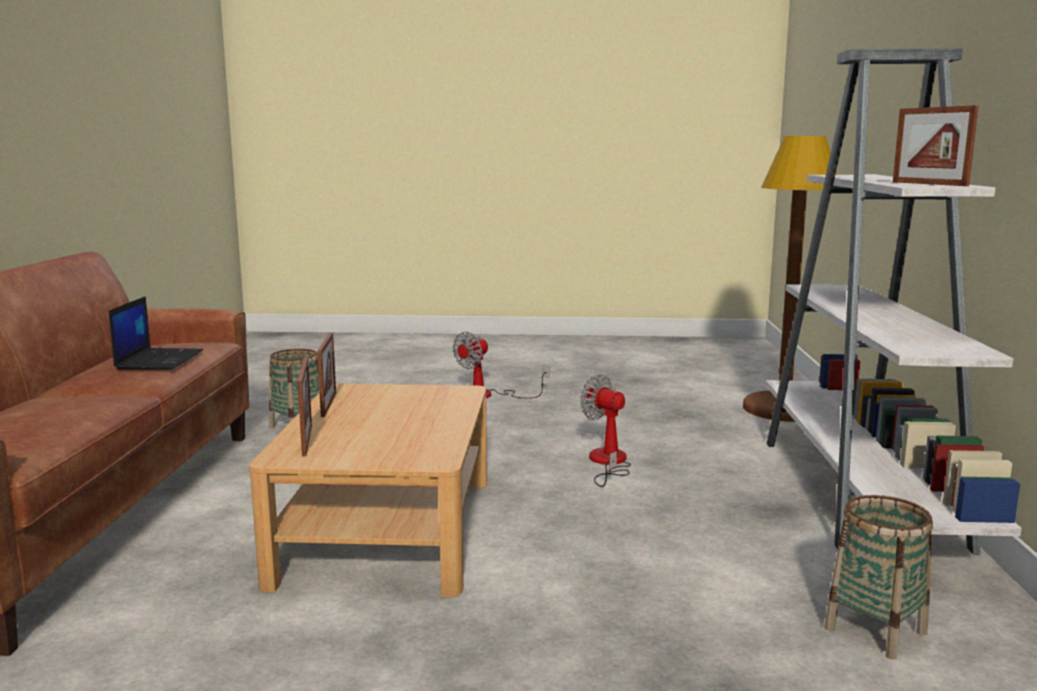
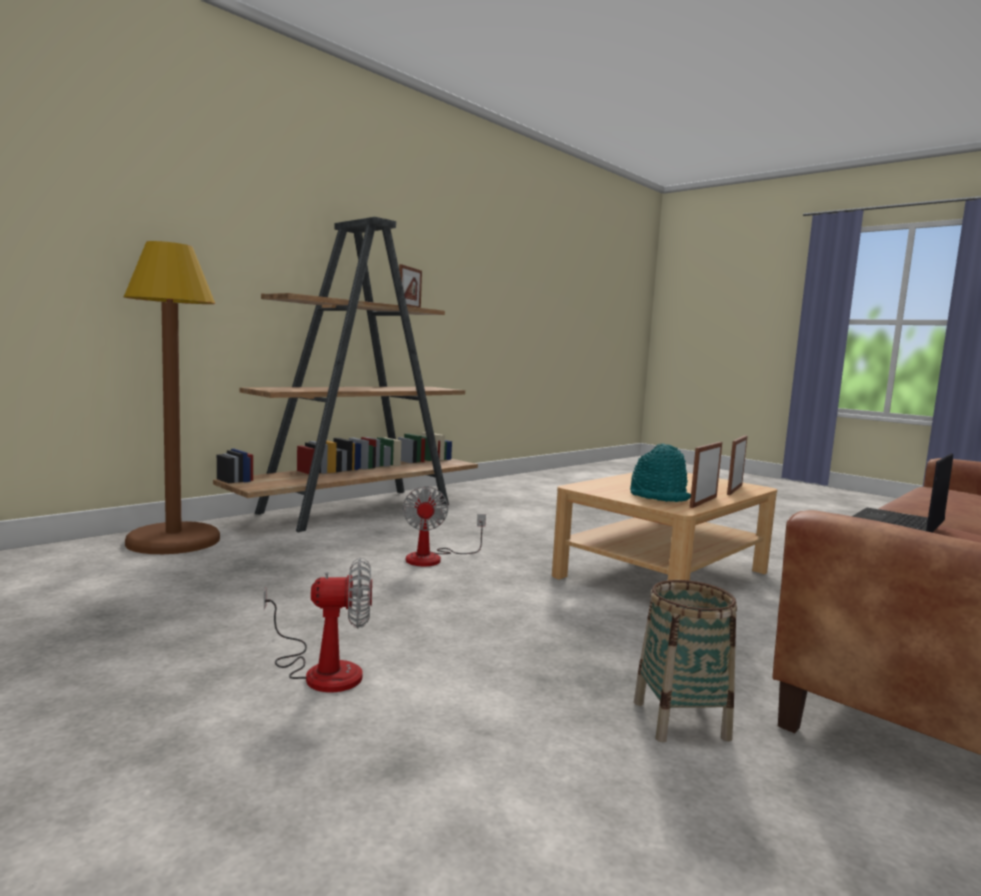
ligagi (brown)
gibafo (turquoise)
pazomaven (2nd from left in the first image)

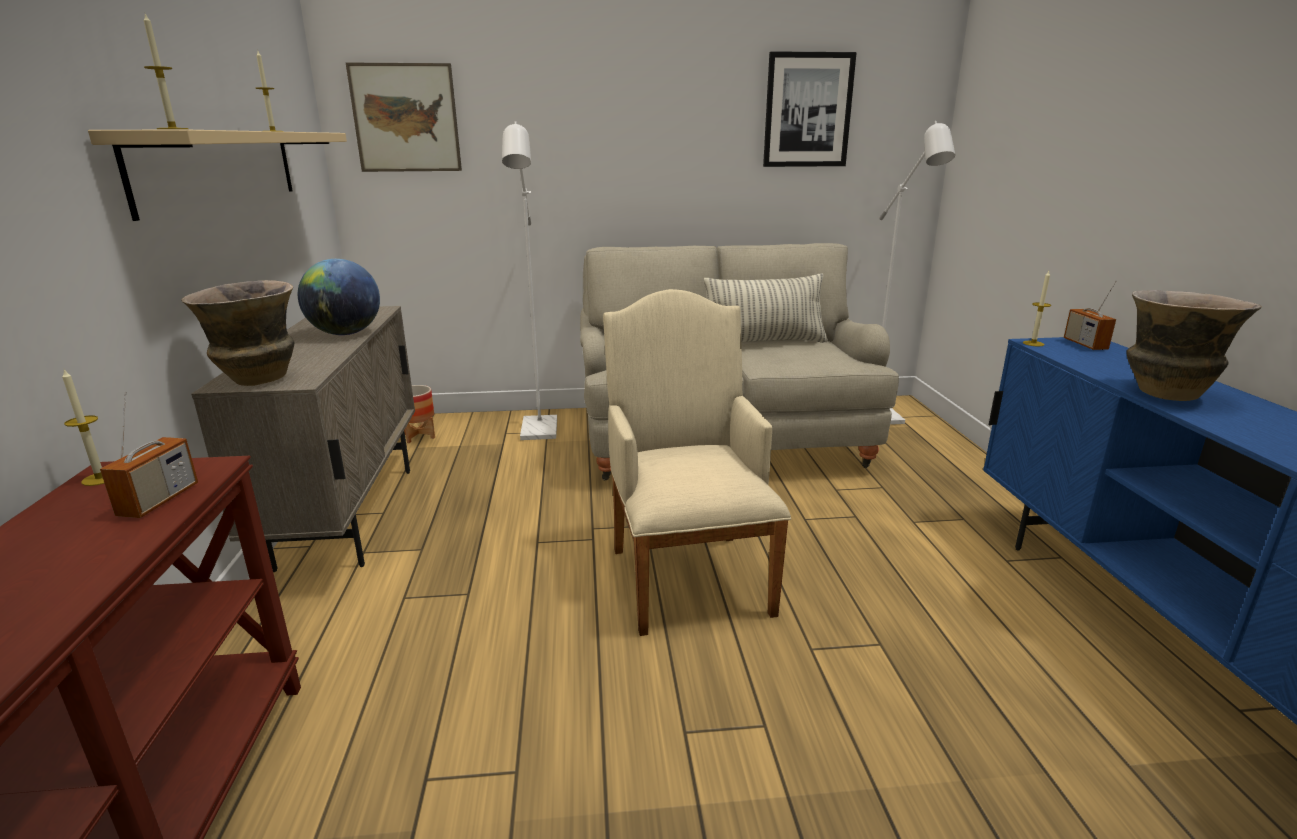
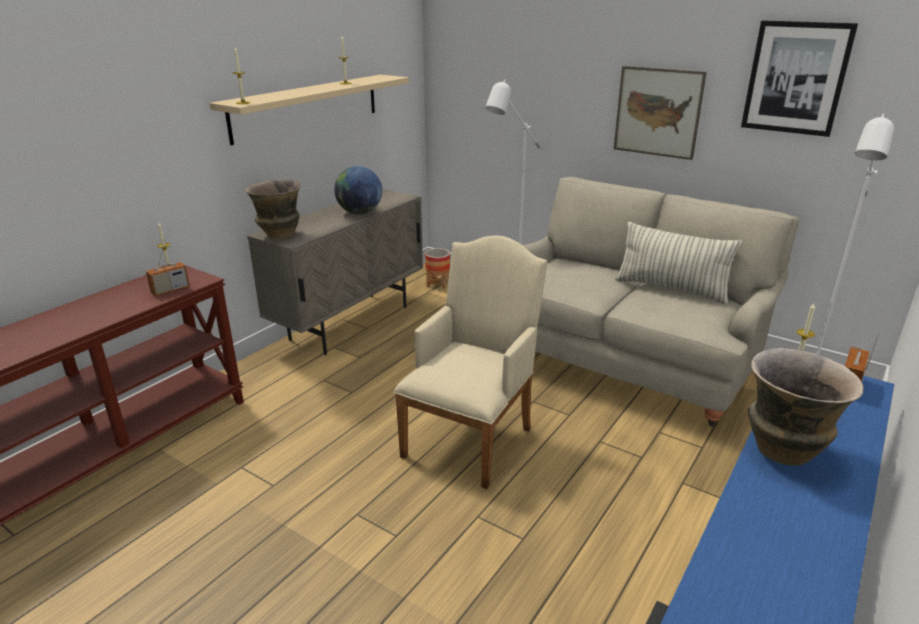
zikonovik (1st from left)

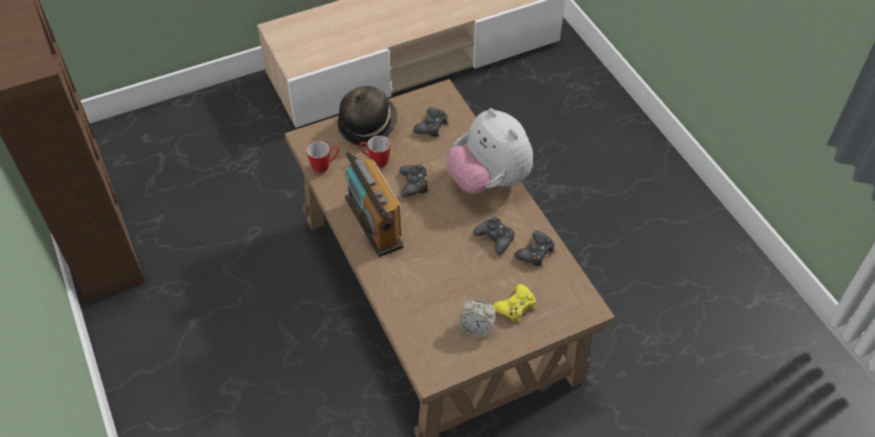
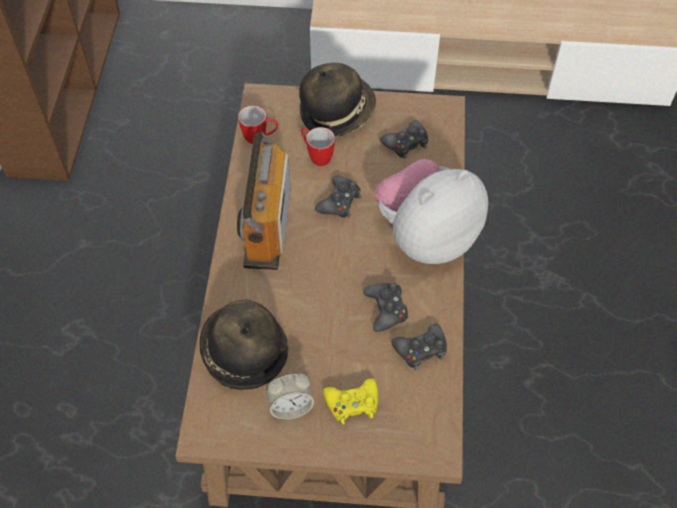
gibafo (1st from left)
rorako
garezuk

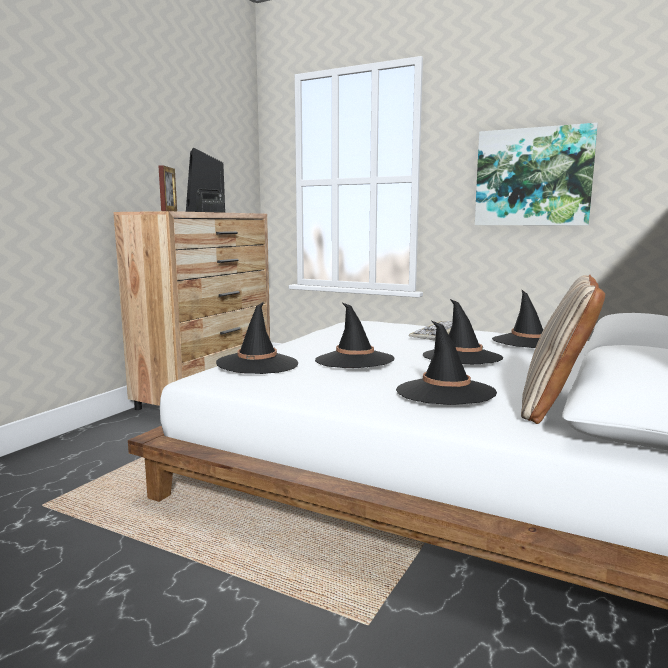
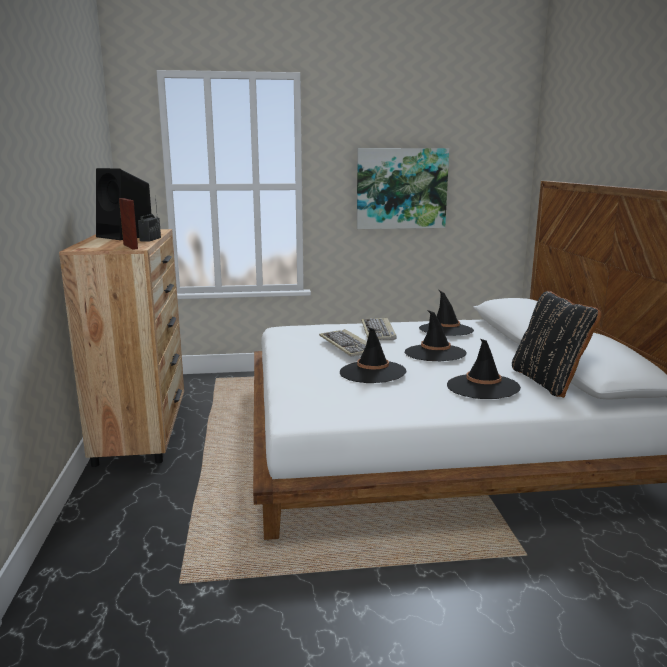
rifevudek (1st from left)
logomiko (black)
gibafo (black) (1st from left in the first image)

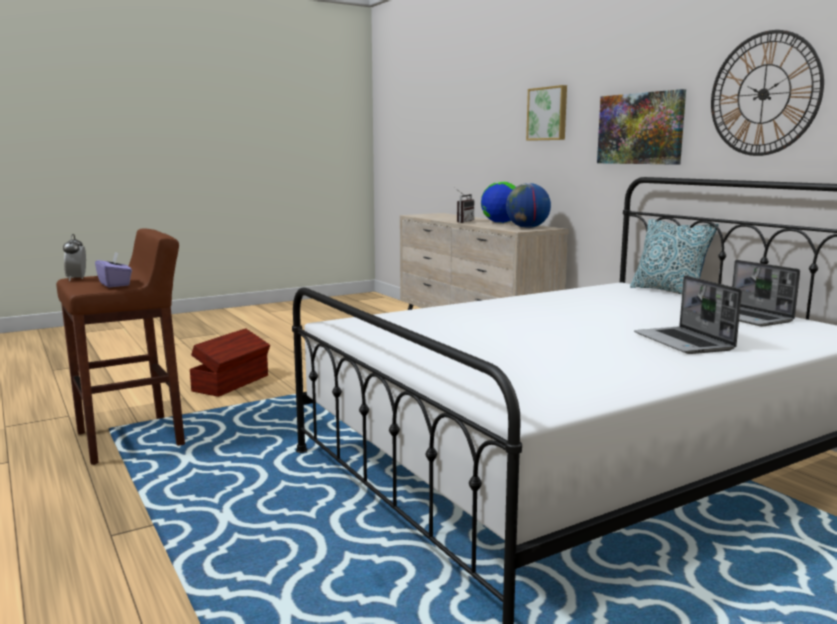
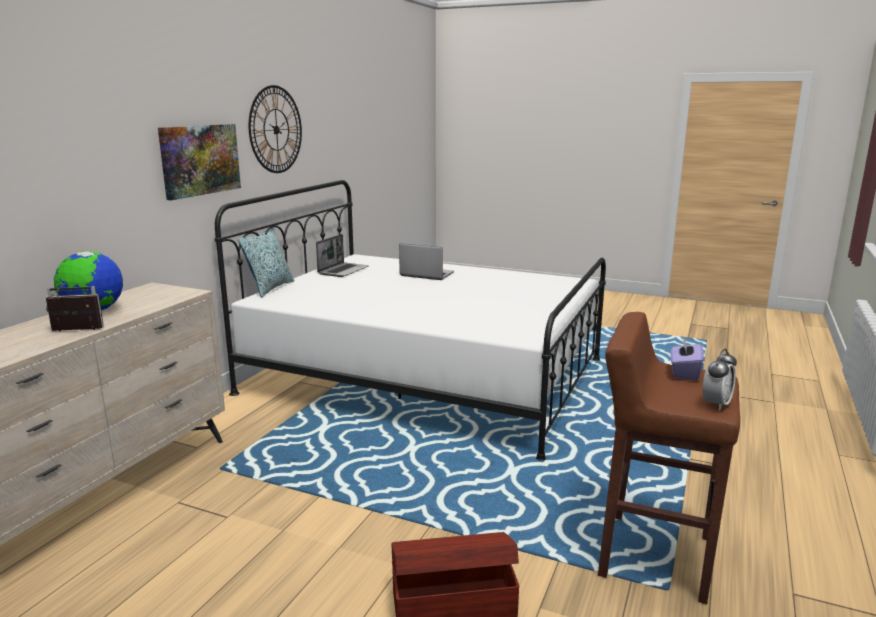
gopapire (2nd from left)
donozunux (2nd from left in the first image)
zikonovik (1st from left in the first image)

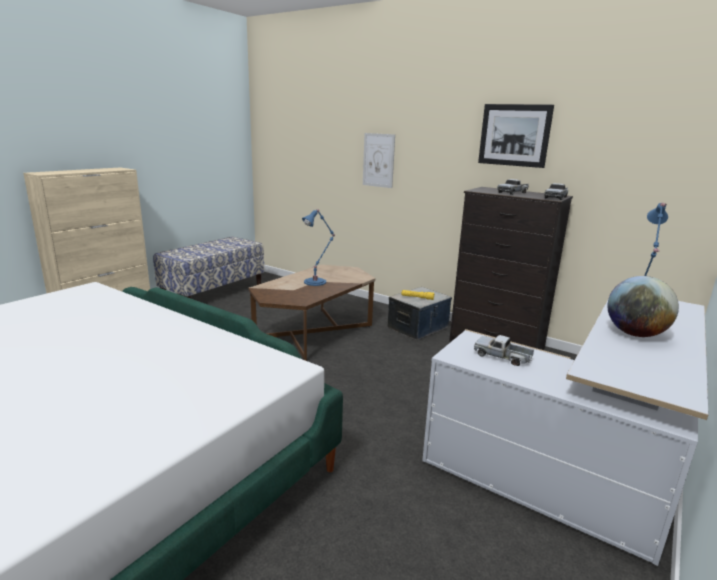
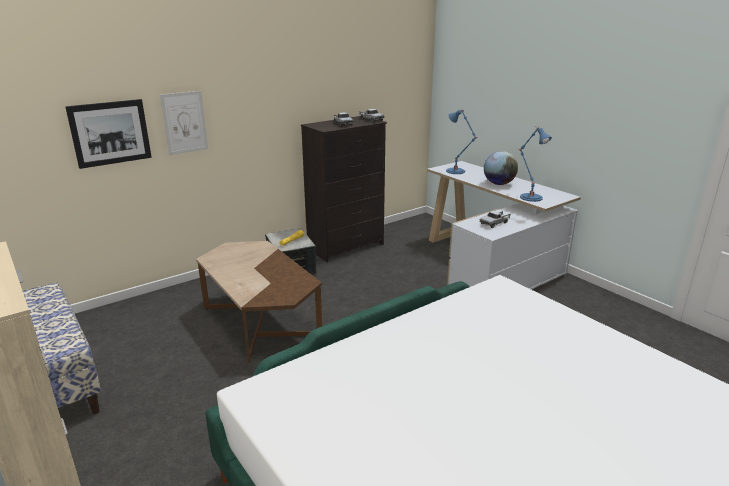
zikonovik (1st from left)
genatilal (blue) (2nd from left)

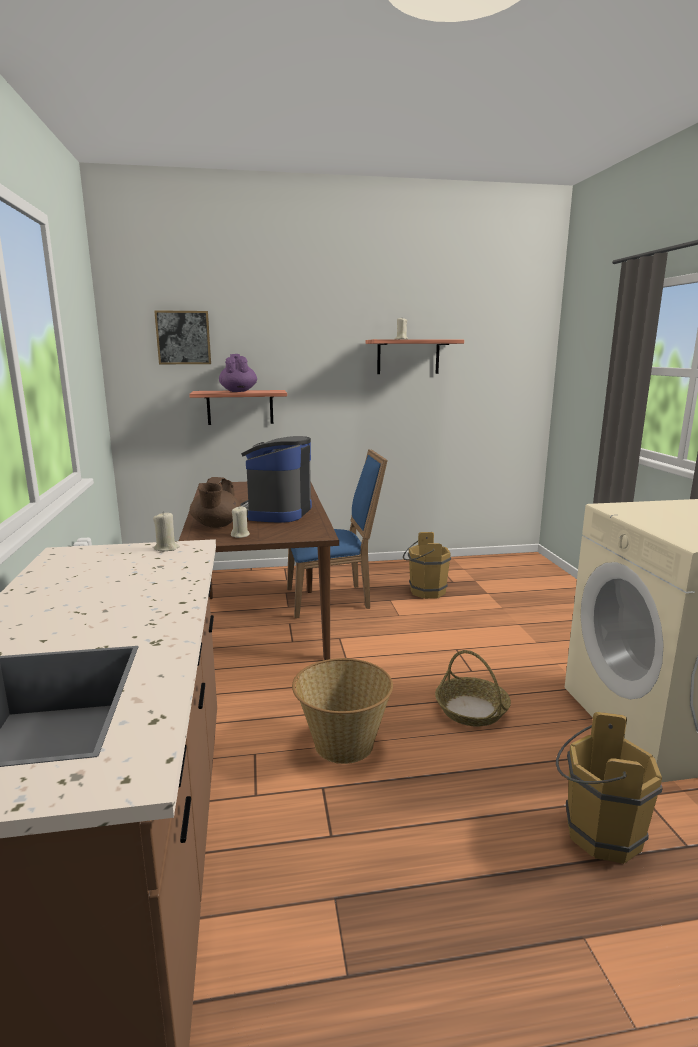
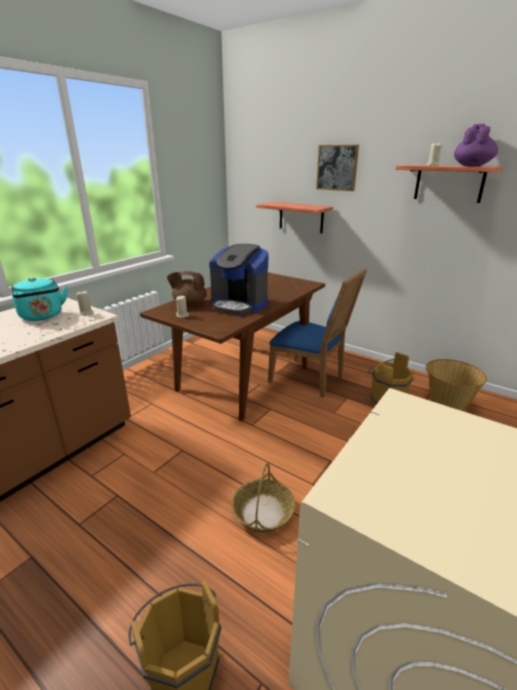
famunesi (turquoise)
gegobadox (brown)
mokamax
zikonovik
pazomaven (2nd from left)
gegobadox (purple)

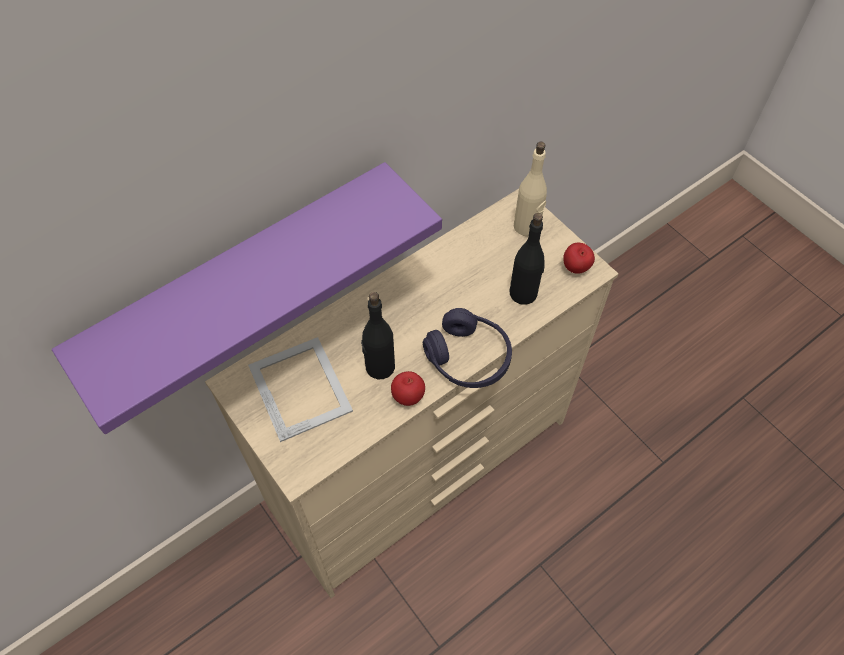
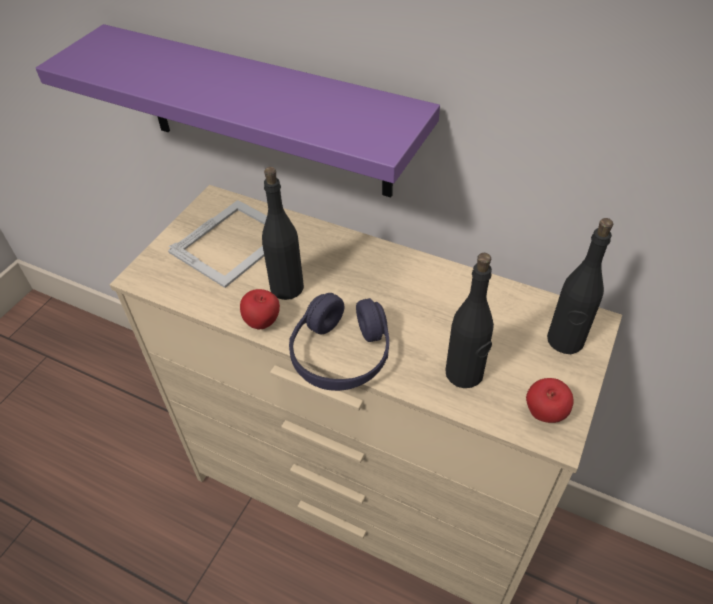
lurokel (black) (3rd from left)

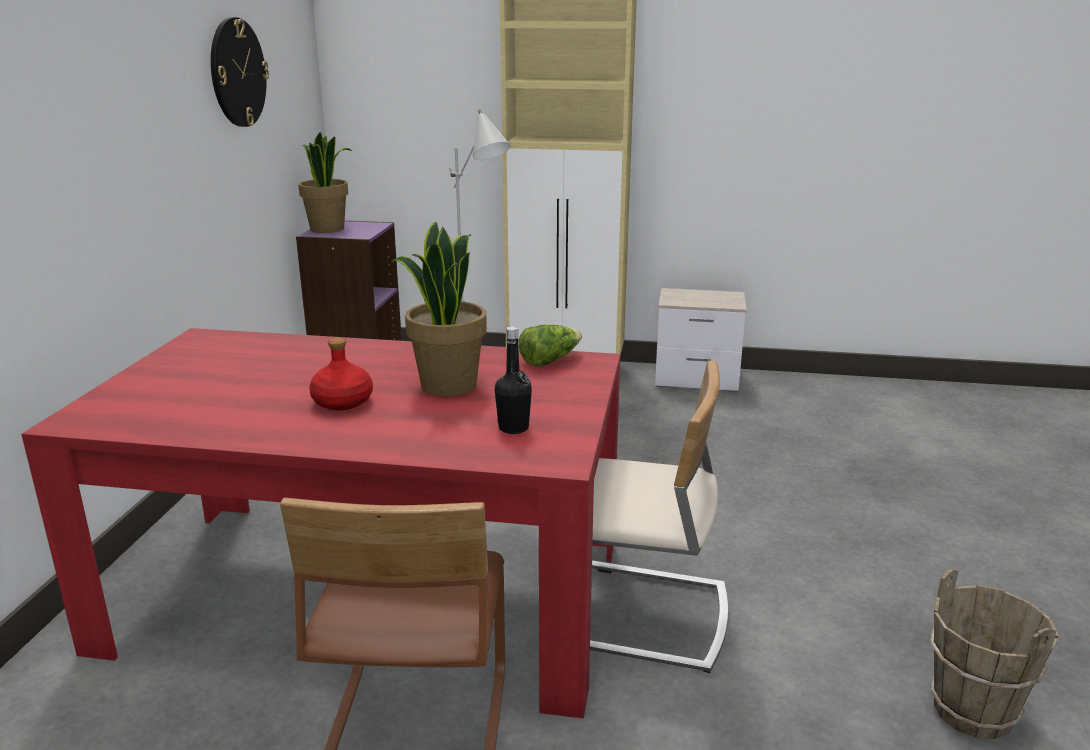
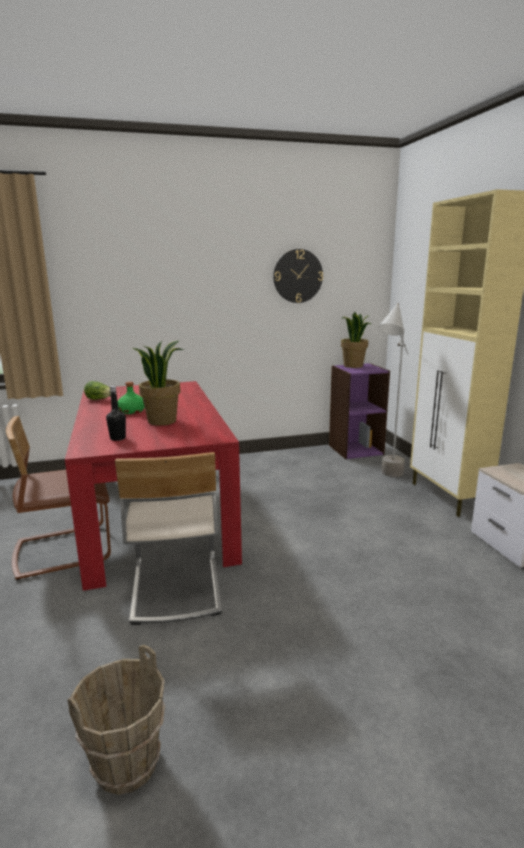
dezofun
lurokel (green)

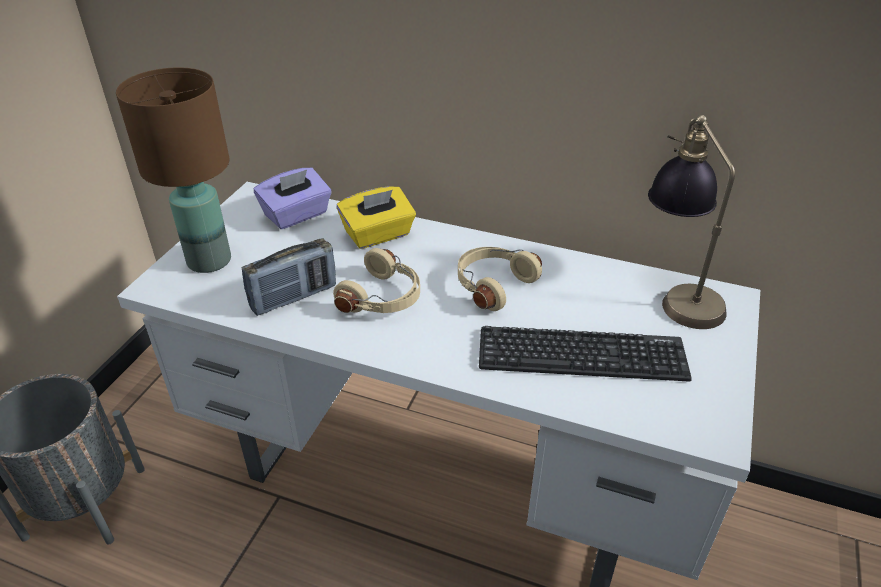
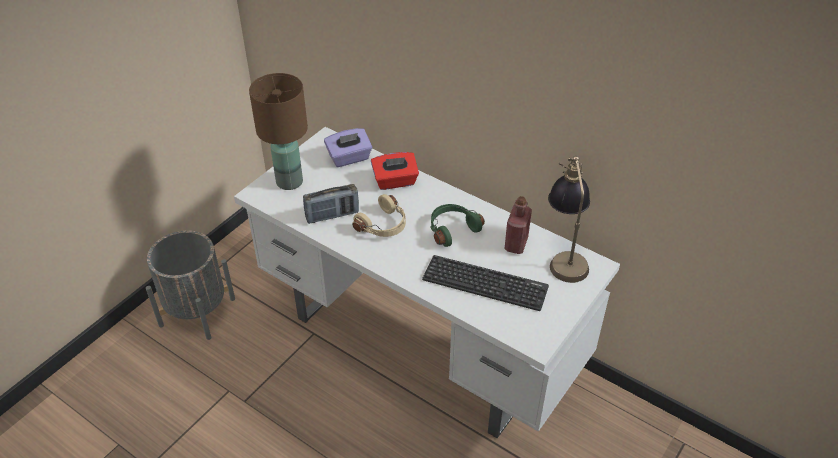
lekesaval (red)
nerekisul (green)
lurokel (red)

